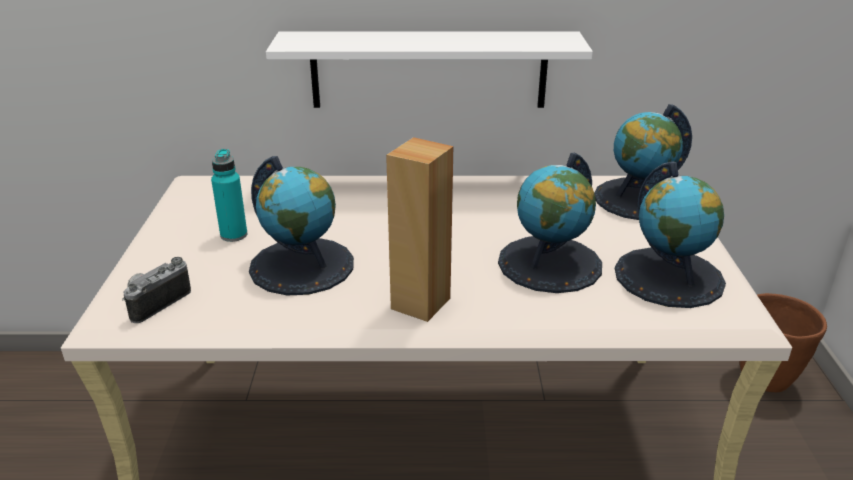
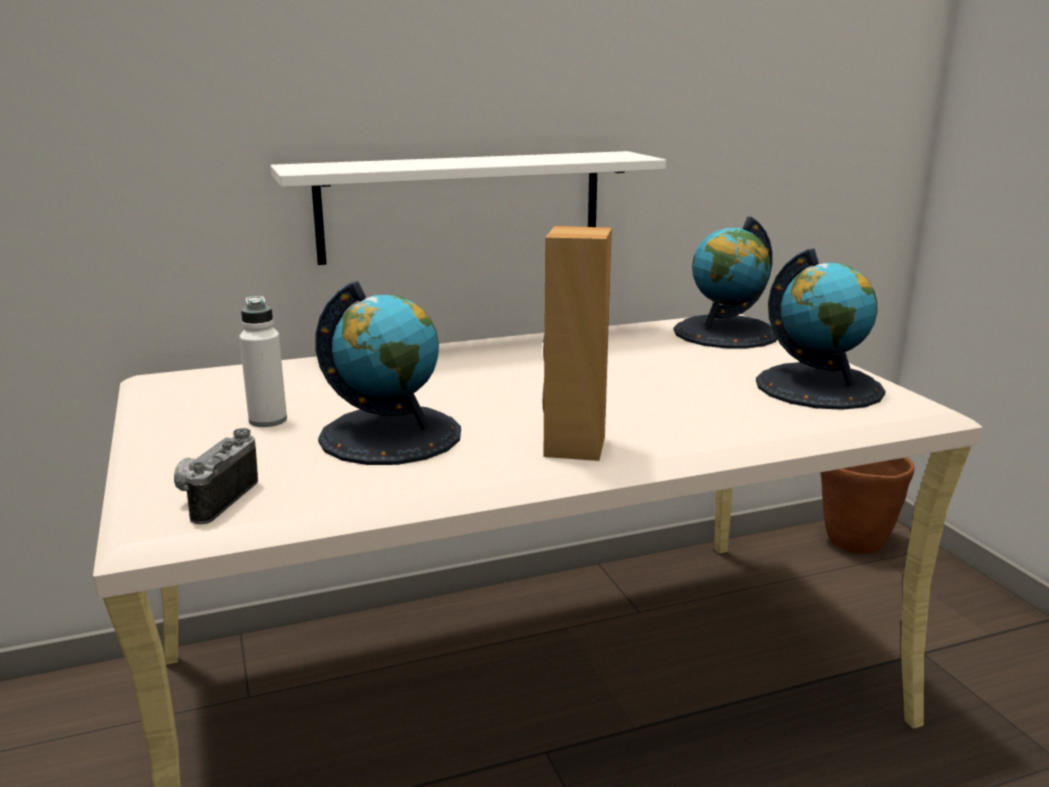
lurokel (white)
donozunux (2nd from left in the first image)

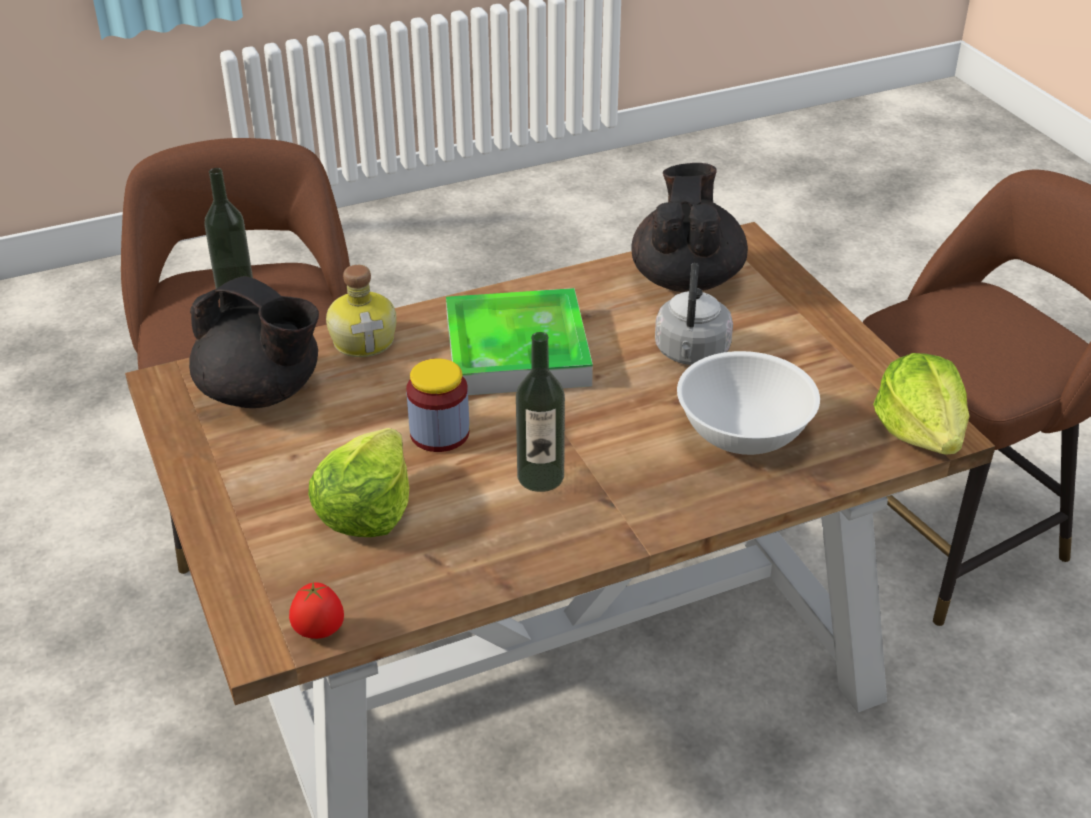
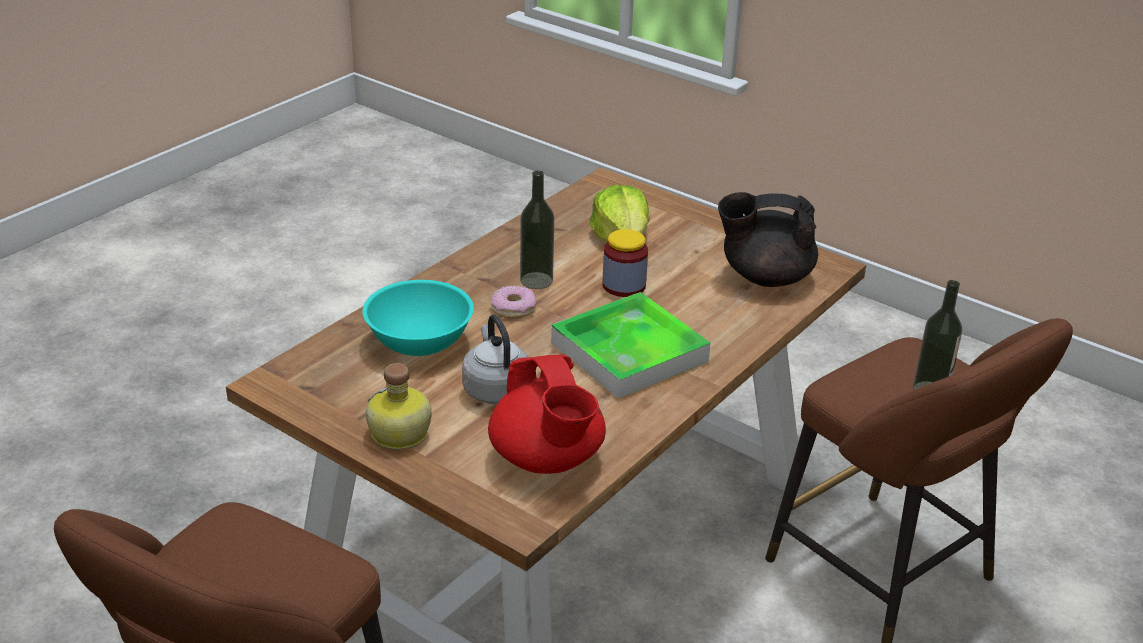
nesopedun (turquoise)
lurokel (1st from left)
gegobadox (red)
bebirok
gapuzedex
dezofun (2nd from left in the first image)

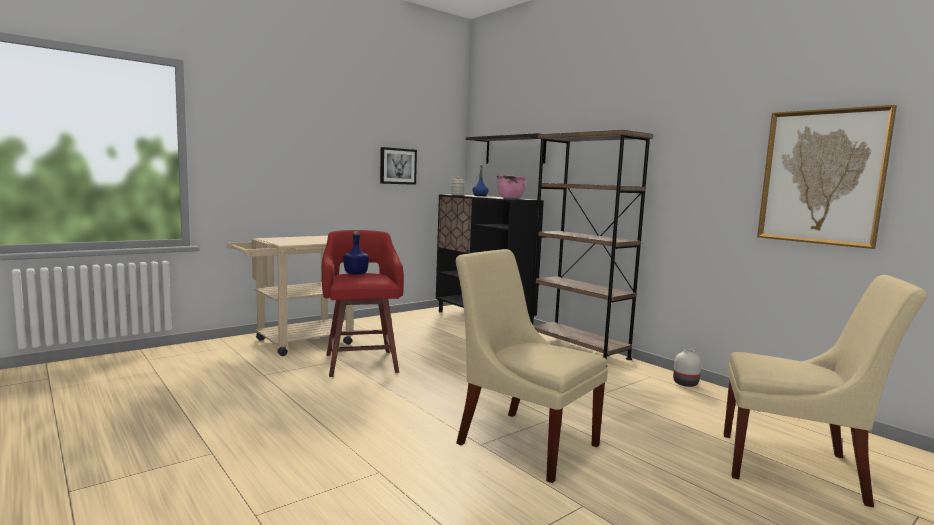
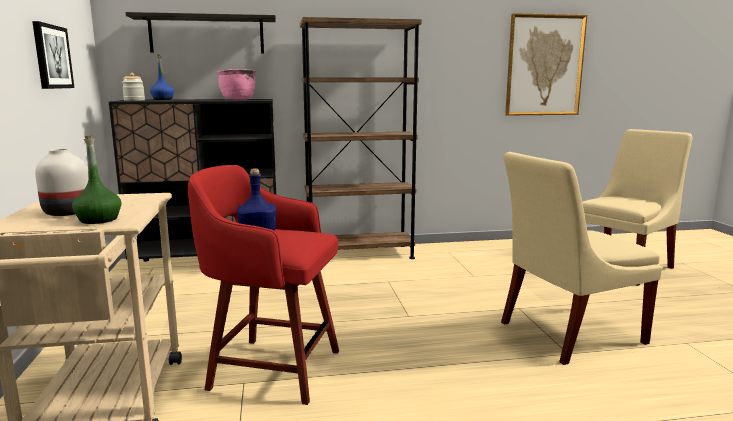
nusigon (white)
lurokel (green)

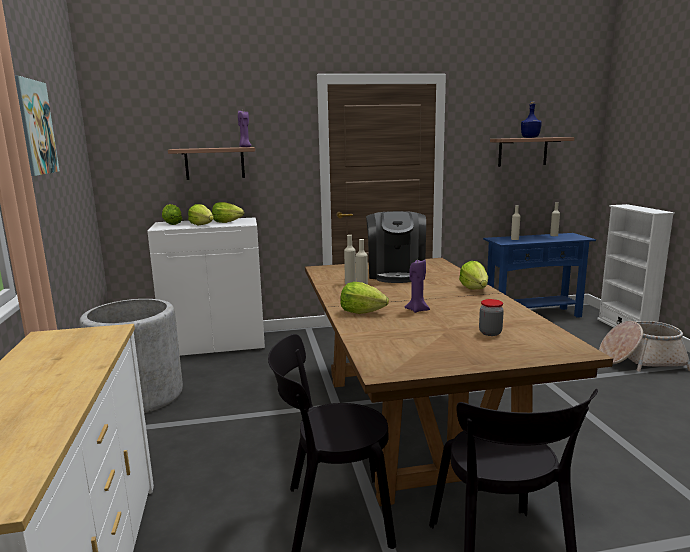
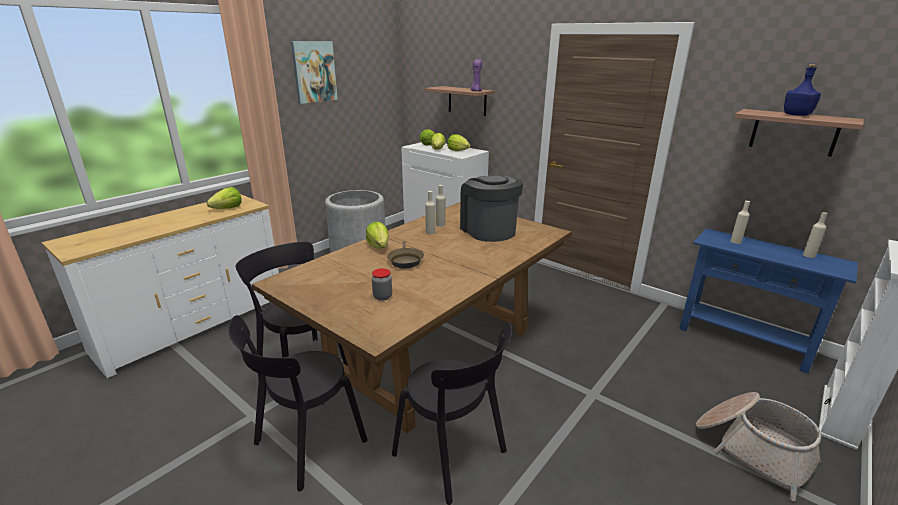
dezofun (1st from left)
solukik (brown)
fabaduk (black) (3rd from left)
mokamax

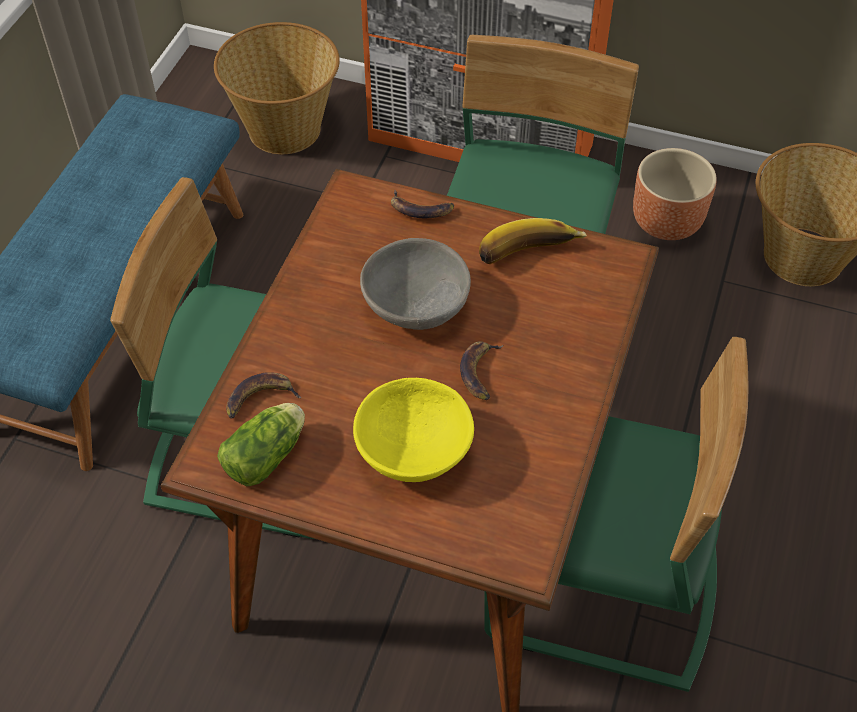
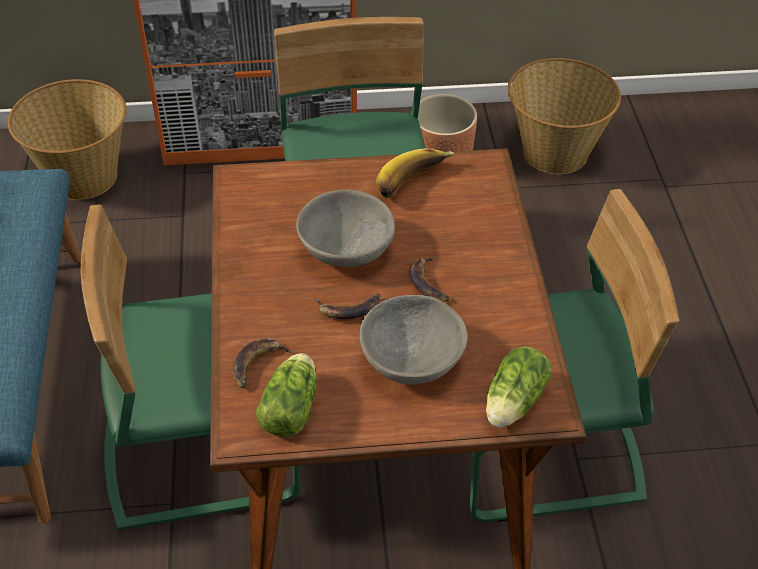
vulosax (2nd from left)
nesopedun (grey) (2nd from left)
dezofun (2nd from left)

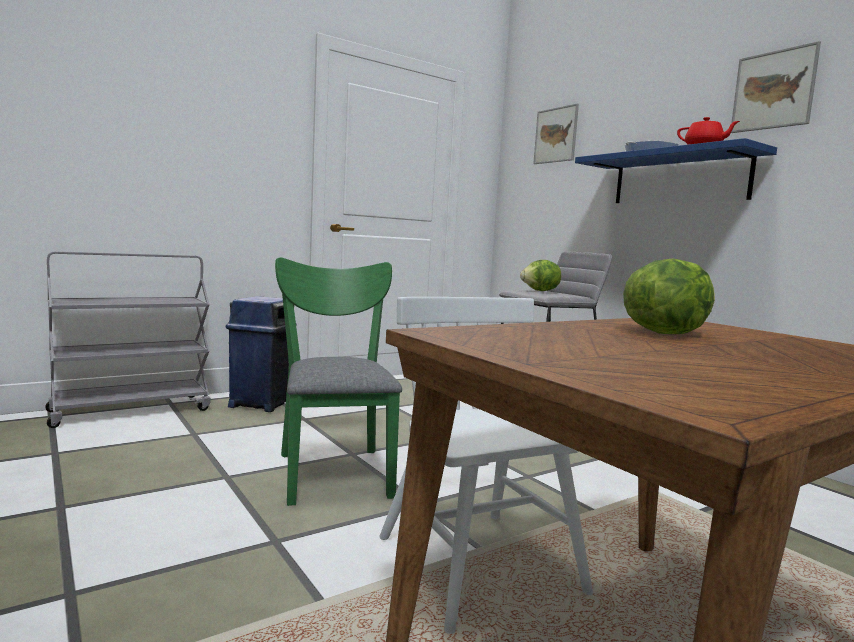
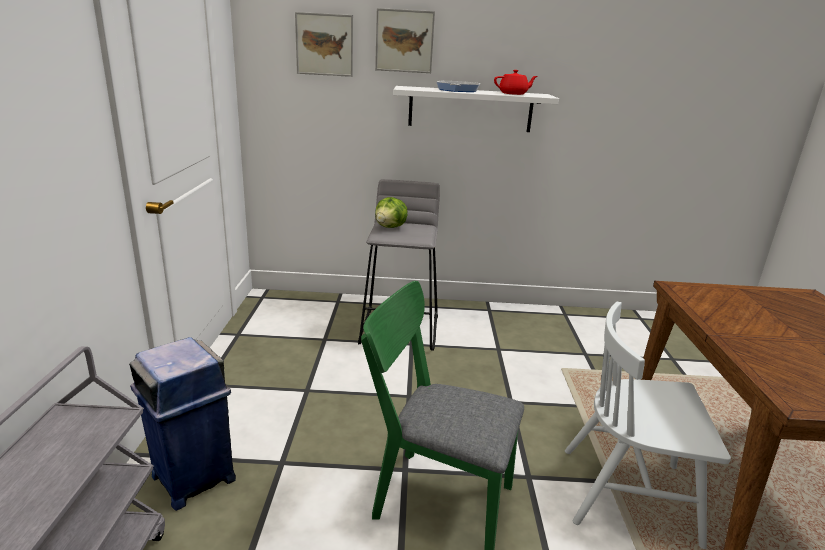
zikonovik (2nd from left)
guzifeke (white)
dezofun (2nd from left in the first image)

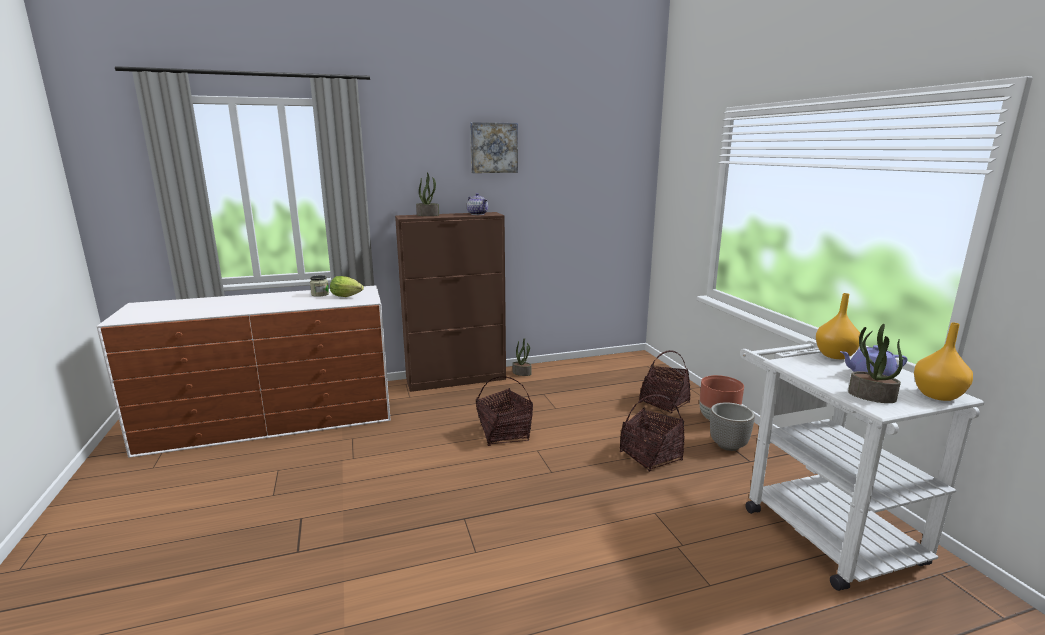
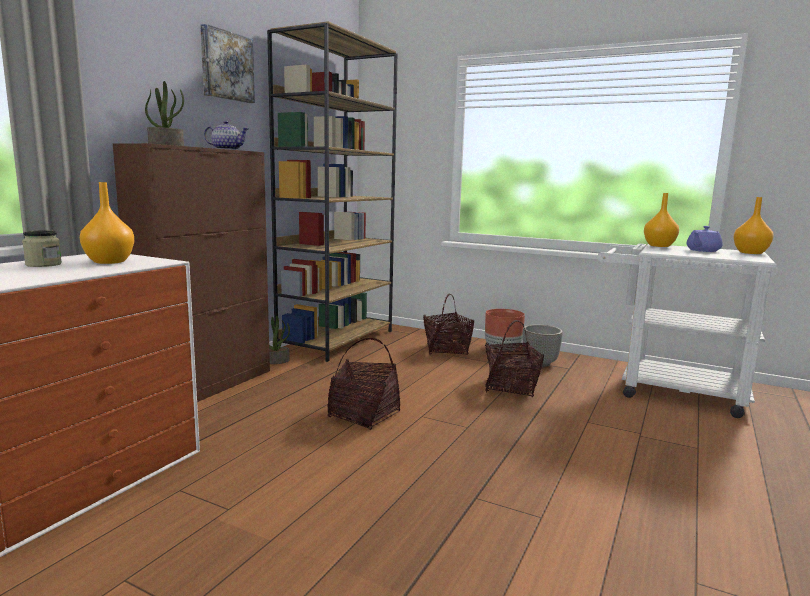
nusigon (orange) (1st from left)
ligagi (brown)
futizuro (3rd from left in the first image)

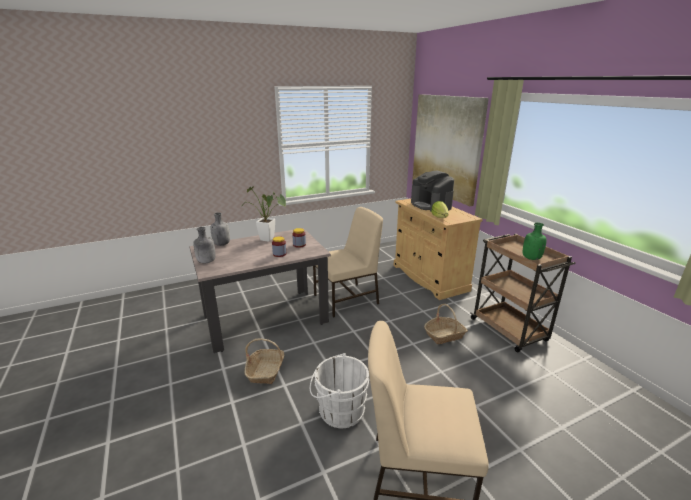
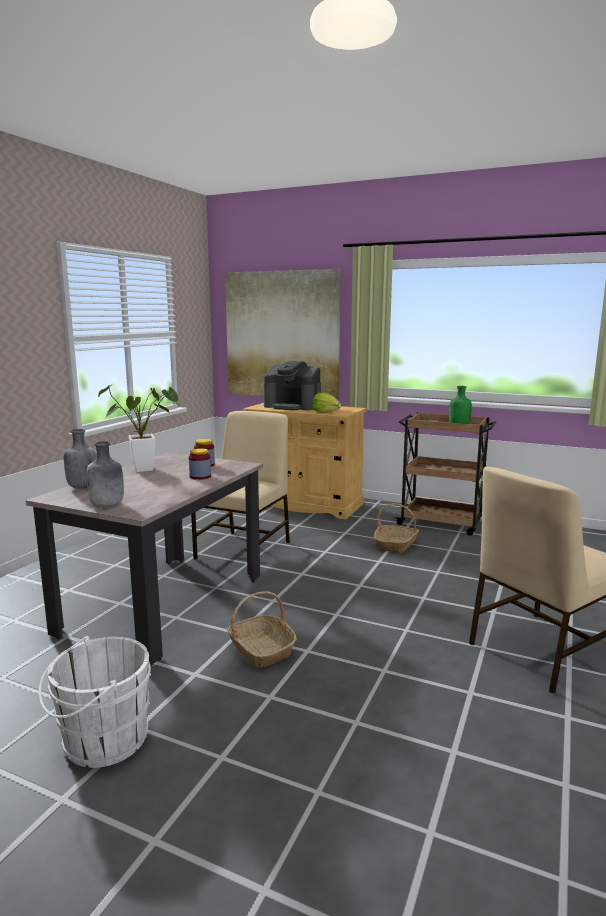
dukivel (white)

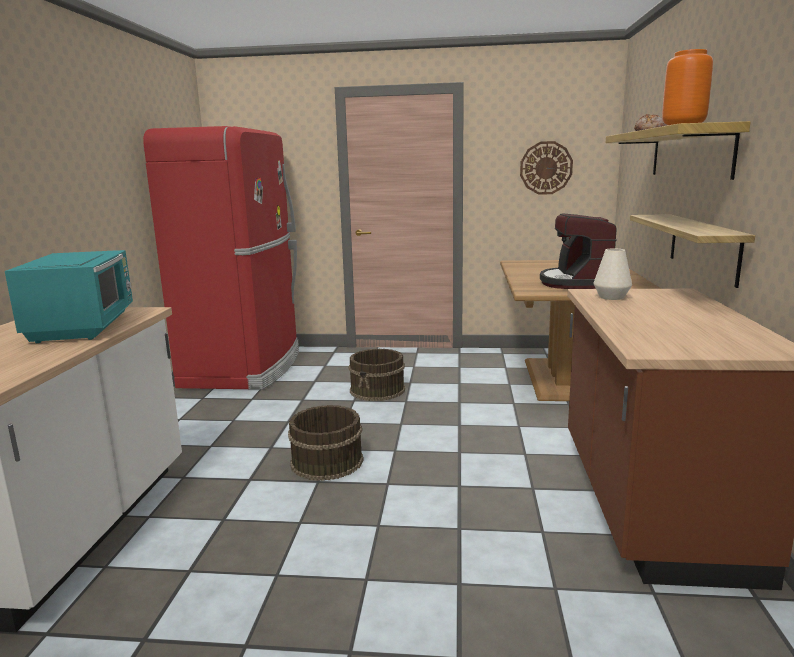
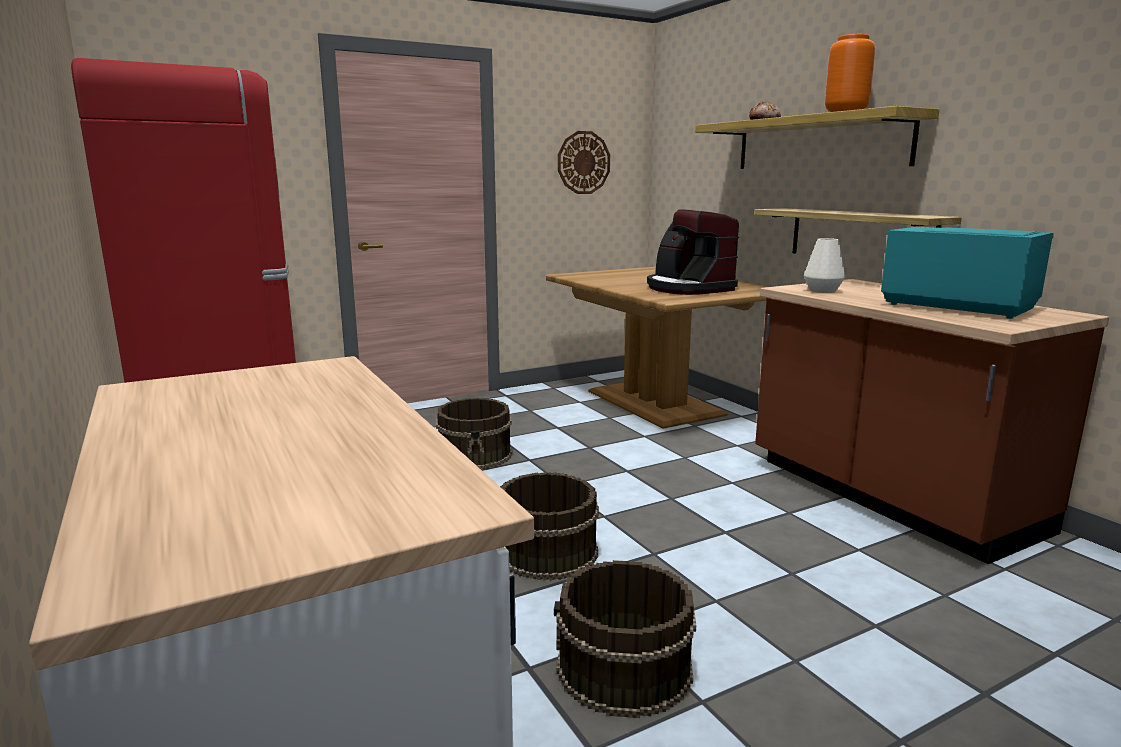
dukivel (brown) (3rd from left)
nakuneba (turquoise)

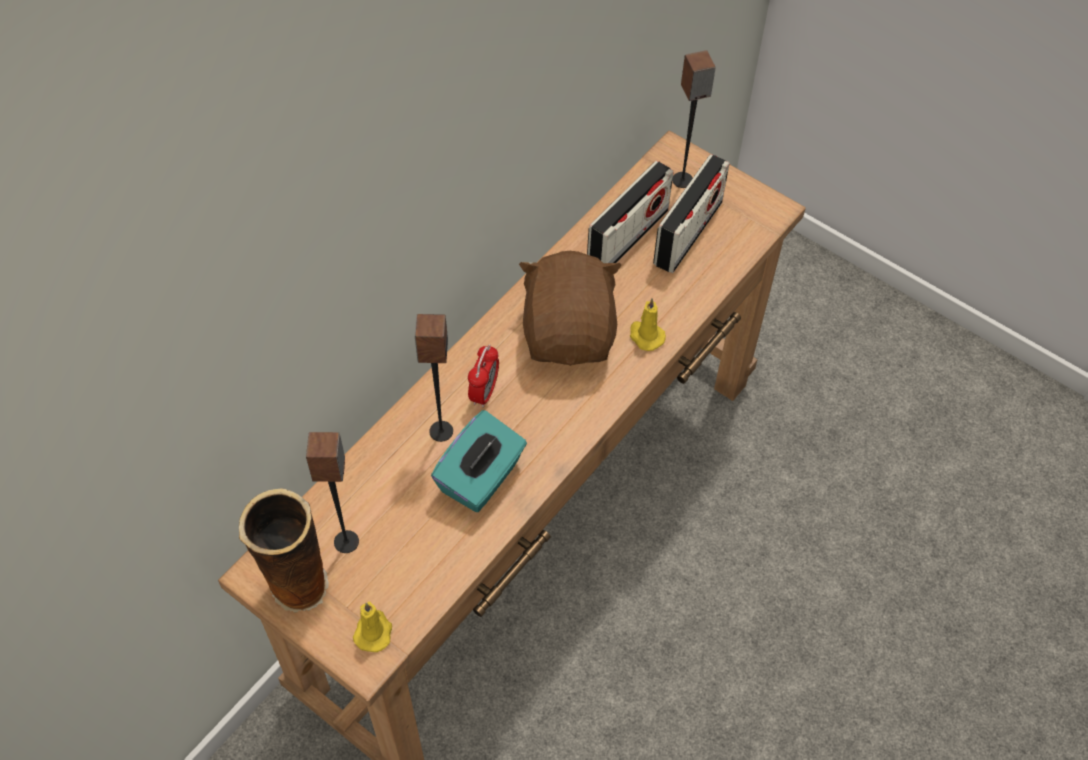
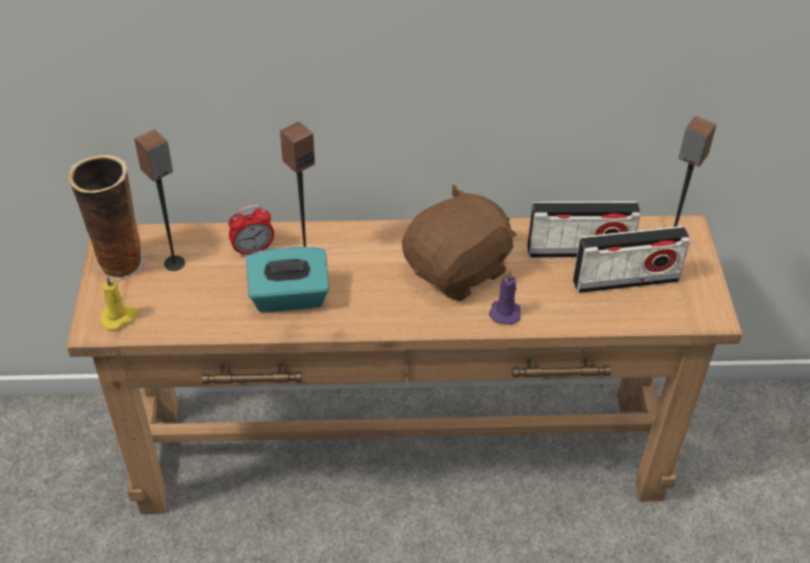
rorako
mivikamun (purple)

